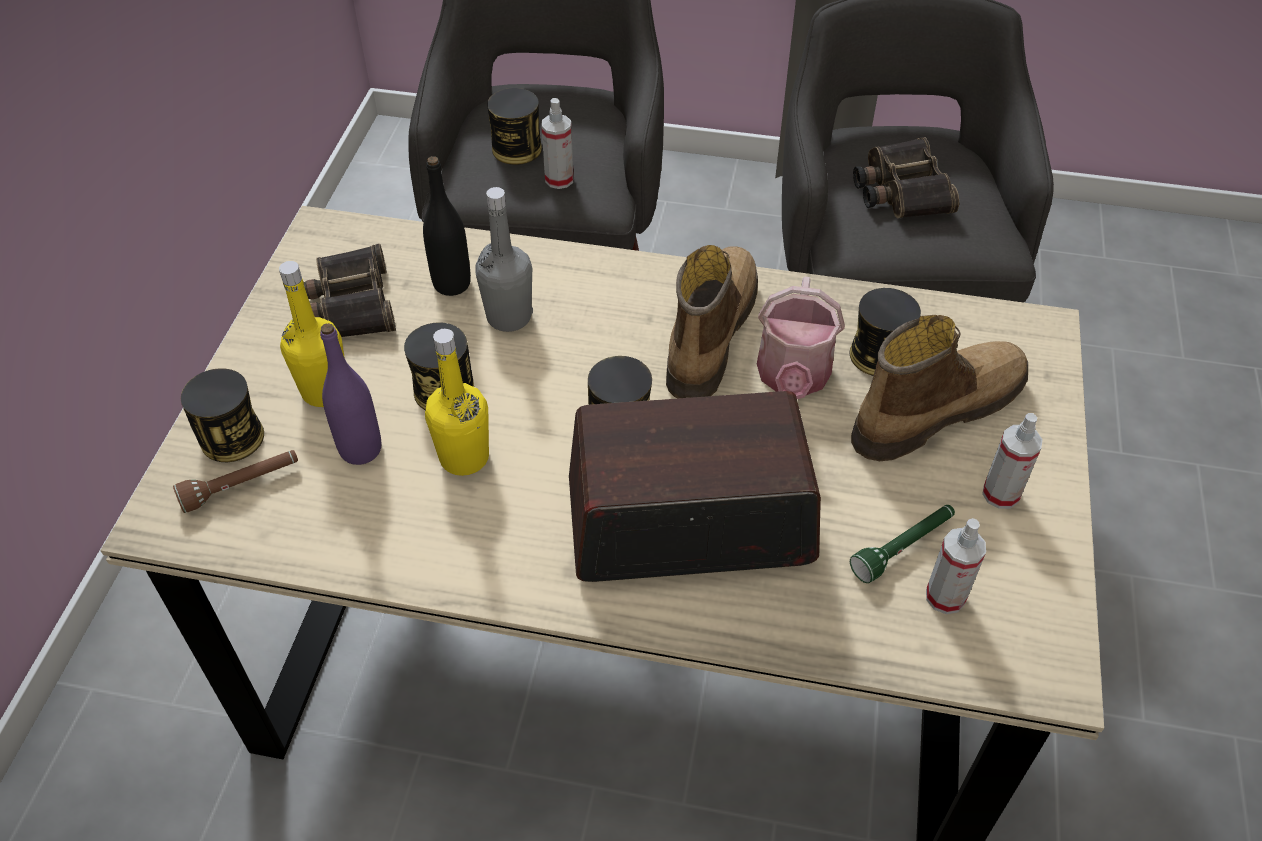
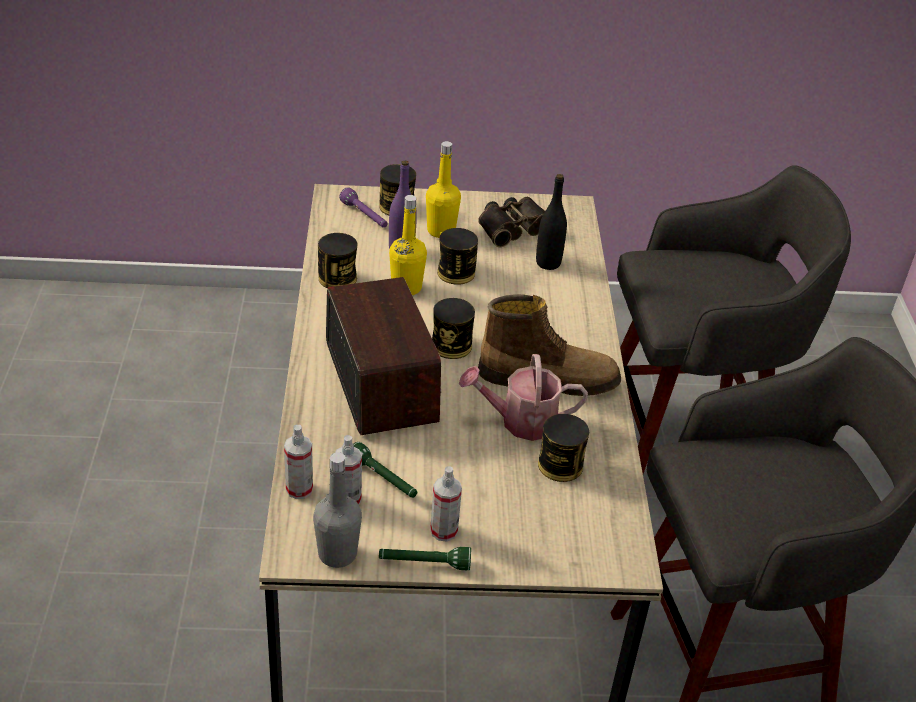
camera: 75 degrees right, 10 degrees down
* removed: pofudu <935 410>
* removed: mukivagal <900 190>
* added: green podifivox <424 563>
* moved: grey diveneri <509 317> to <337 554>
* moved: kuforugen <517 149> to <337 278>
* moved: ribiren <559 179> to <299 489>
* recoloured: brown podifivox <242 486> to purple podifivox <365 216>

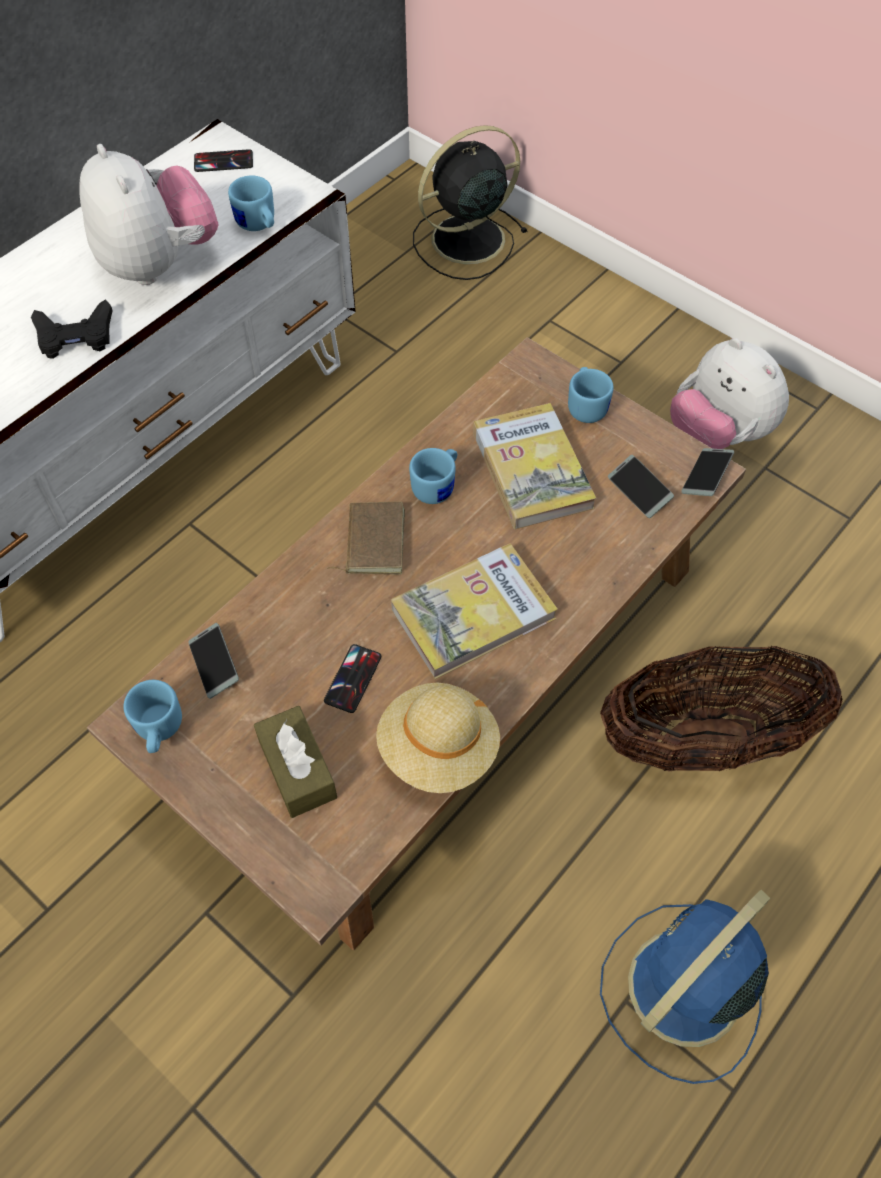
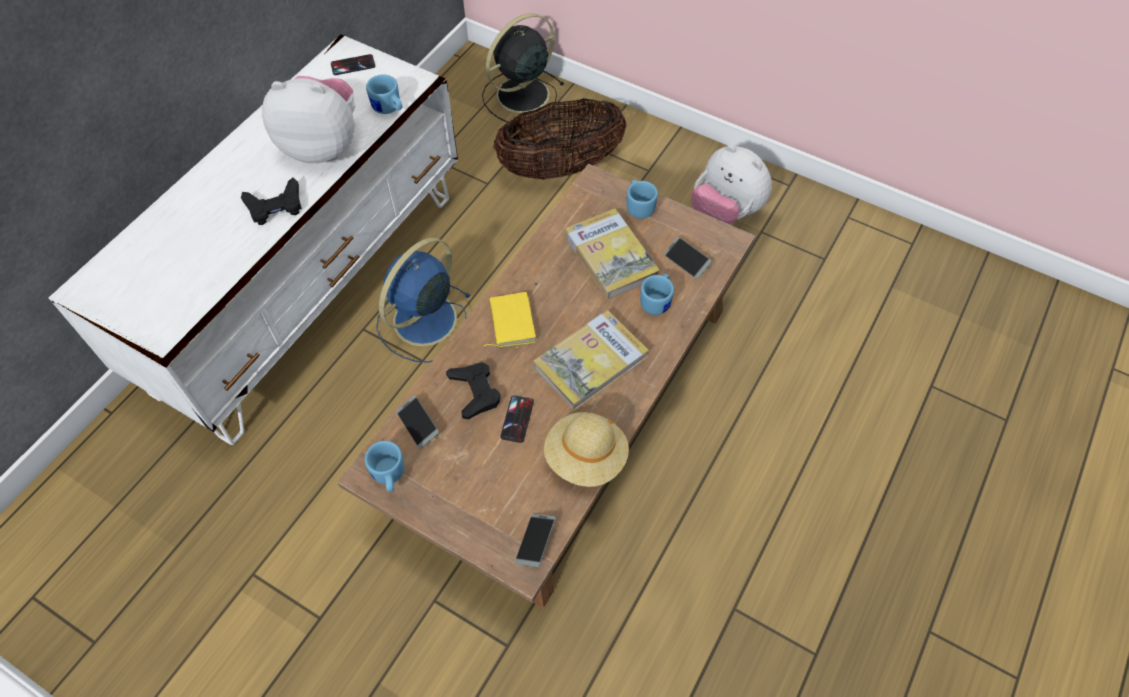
camera: 10 degrees left, 0 degrees up
* removed: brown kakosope <297 769>
* added: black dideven <475 392>
* moved: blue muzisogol <437 486> to <657 301>
* moved: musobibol <705 740> to <560 167>
* moved: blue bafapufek <681 991> to <423 321>
* moved: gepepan <706 476> to <535 542>
* recoloured: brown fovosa <372 541> to yellow fovosa <510 322>
* turned: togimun <158 263> = <323 146> 45 degrees counterclockwise

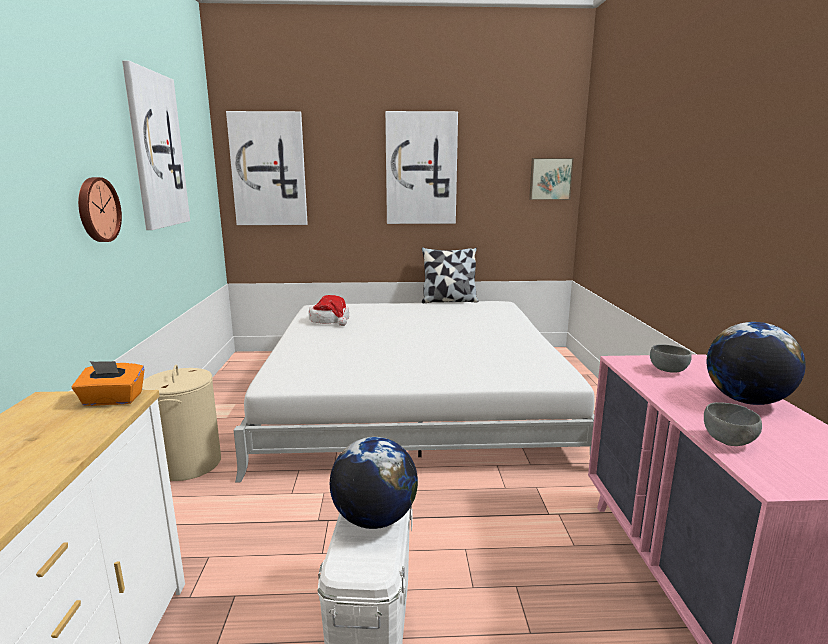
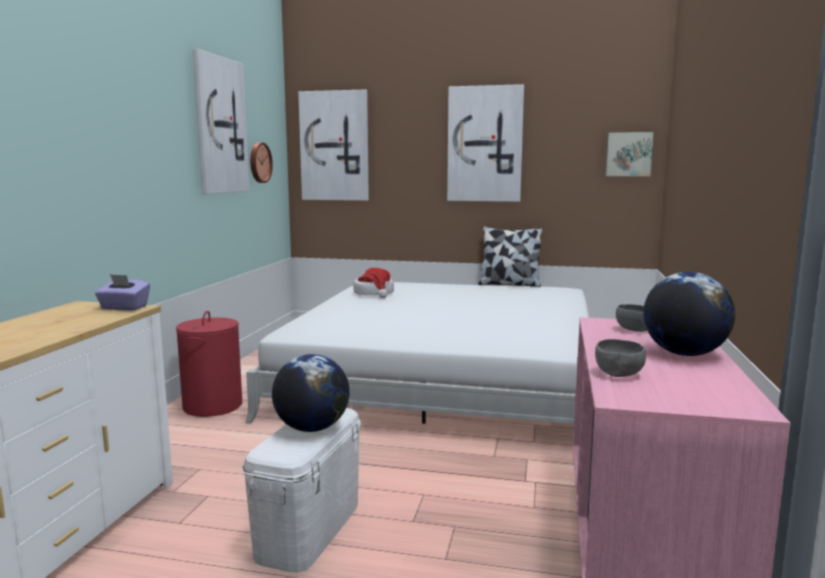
camera: 15 degrees right, 5 degrees down
* moved: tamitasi <97 210> to <259 162>
* recoloured: orange kakosope <112 400> to purple kakosope <124 308>
* recoloured: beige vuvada <188 463> to red vuvada <212 405>

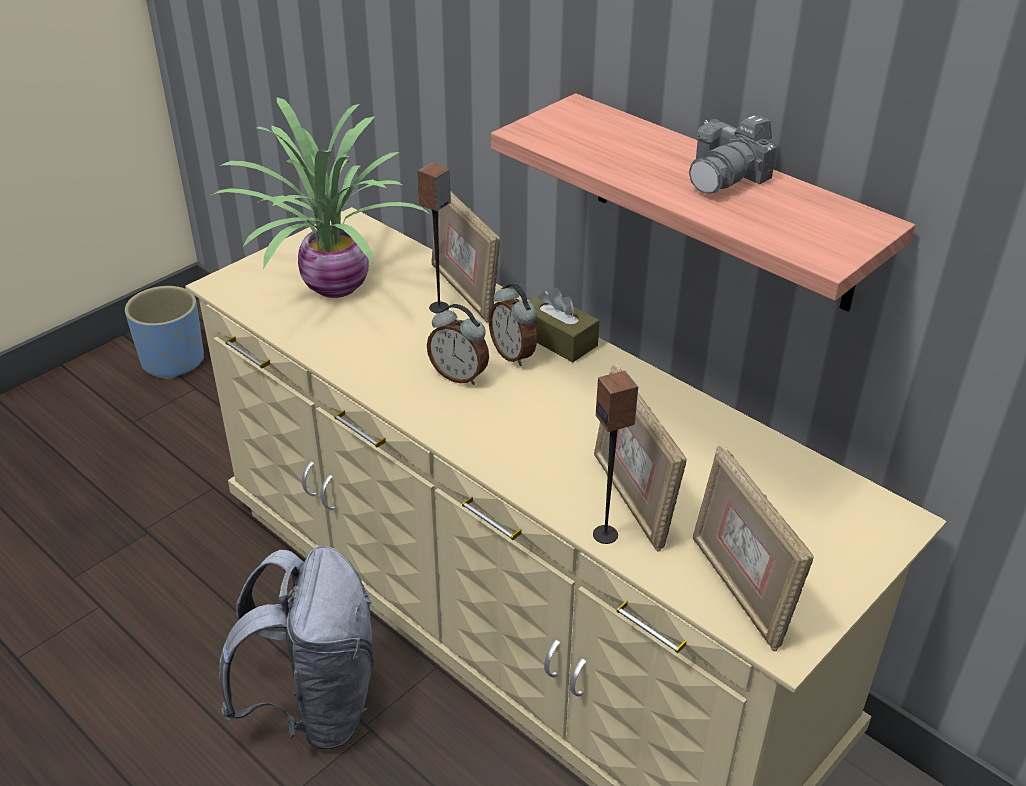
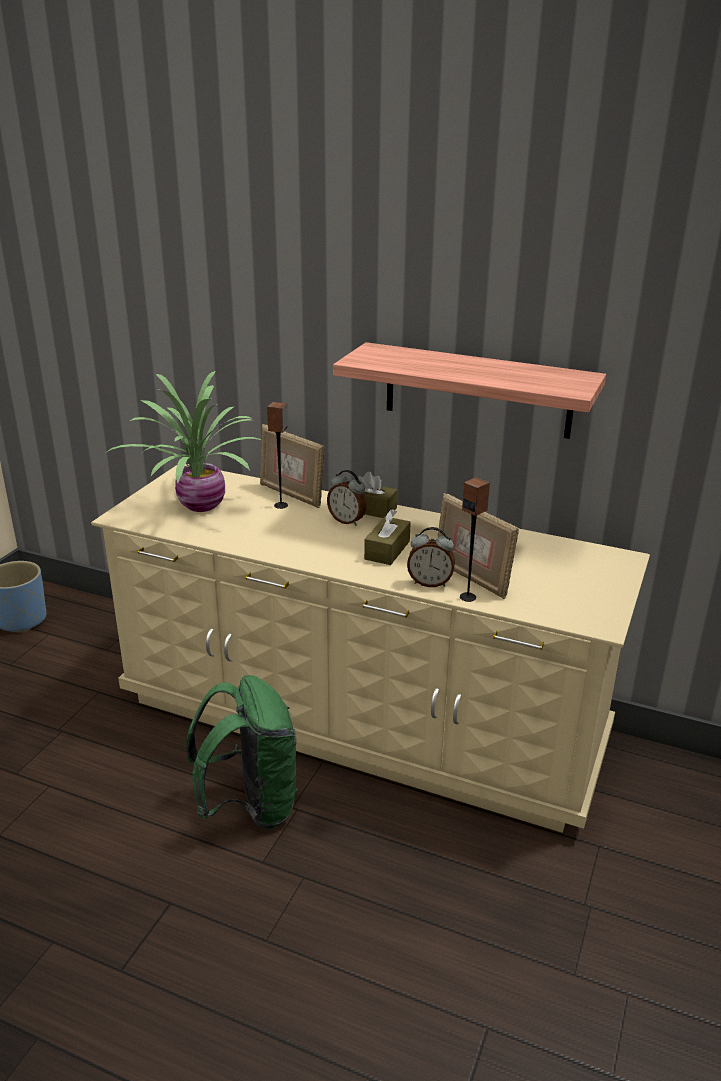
camera: 20 degrees left, 10 degrees down
* removed: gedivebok <727 176>
* removed: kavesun <739 590>
* added: brown kakosope <387 550>
* moved: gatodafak <459 375> to <430 583>
* recoloured: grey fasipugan <315 706> to green fasipugan <250 805>

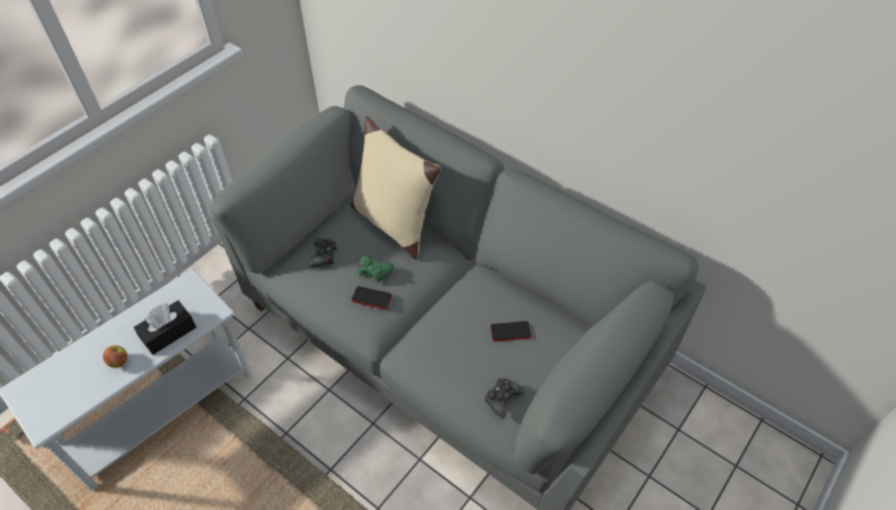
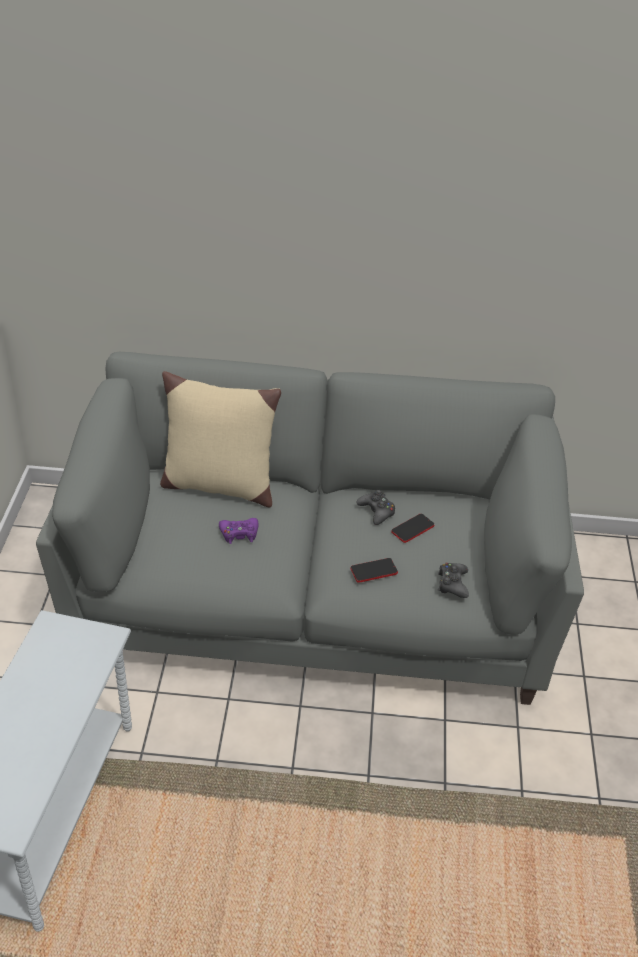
camera: 35 degrees left, 10 degrees down
* removed: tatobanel <118 362>
* removed: black kakosope <168 333>
* moved: black dideven <324 255> to <376 511>
* moved: gepepan <371 298> to <374 571>
* recoloured: green dideven <374 271> to purple dideven <239 534>

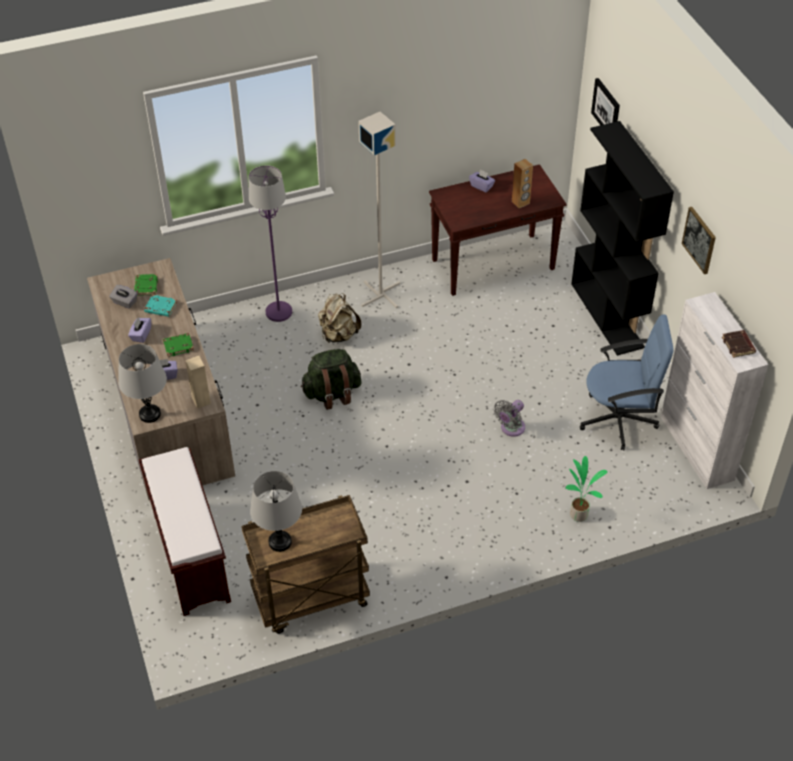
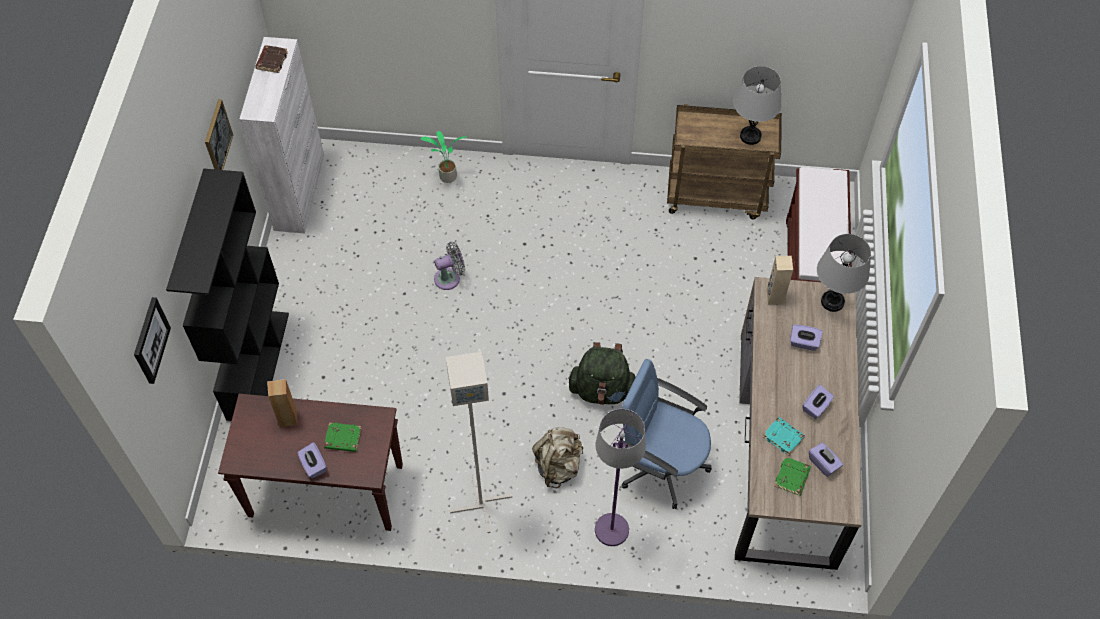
camera: 155 degrees left, 10 degrees up
* moved: green fovosa <178 346> to <342 439>
* moved: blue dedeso <619 419> to <661 465>
* recoloured: grey kakosope <124 302> to purple kakosope <823 463>

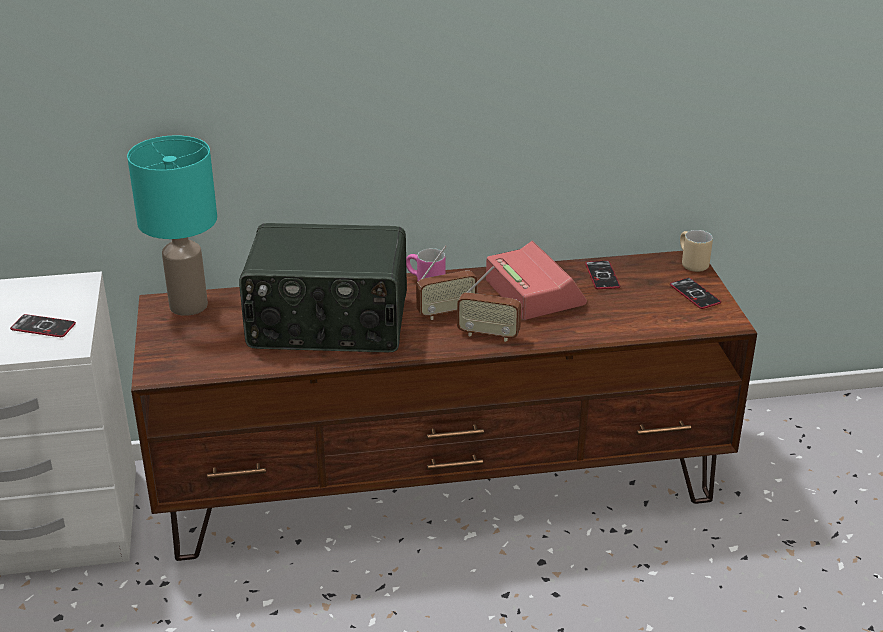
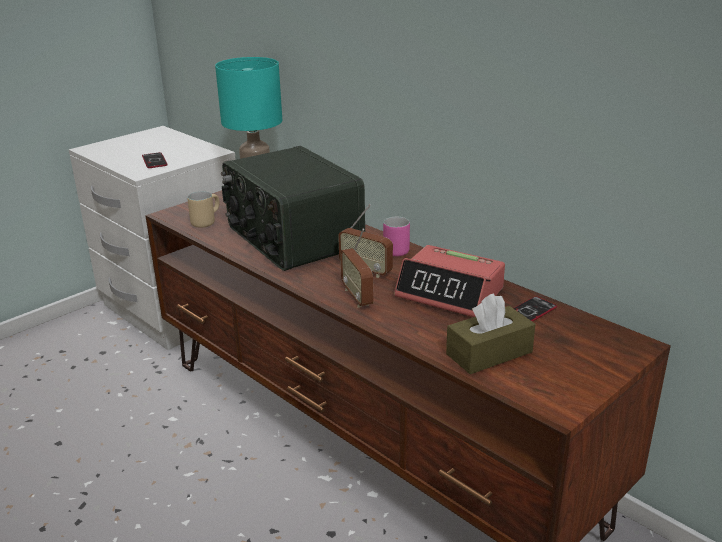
camera: 55 degrees right, 5 degrees down
* removed: gepepan <694 294>
* added: brown kakosope <489 353>
* moved: beige muzisogol <689 263> to <205 221>
* turned: gatodafak <534 292> = <450 293> 90 degrees clockwise

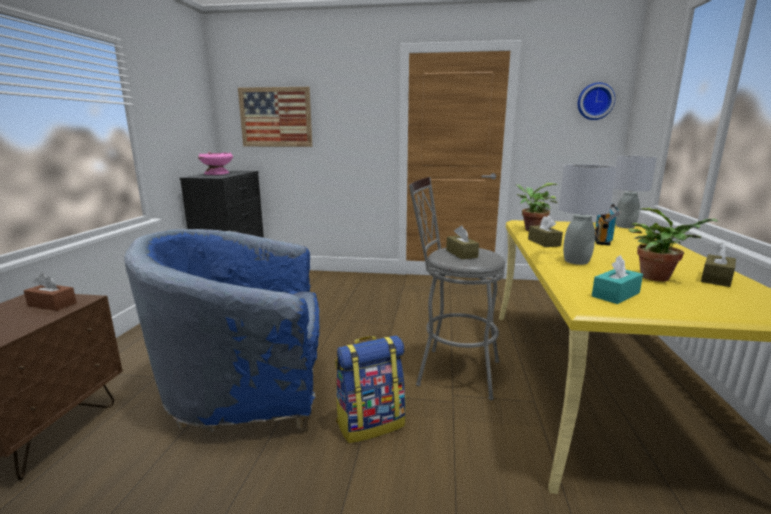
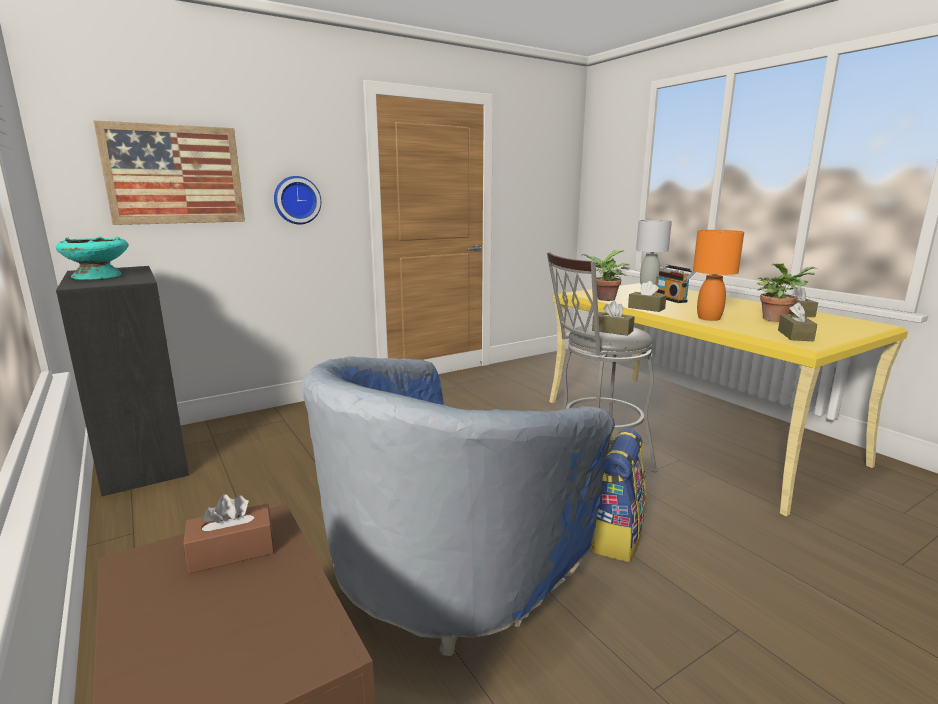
camera: 40 degrees left, 0 degrees up
* moved: tamitasi <595 101> to <296 200>
* recoloured: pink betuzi <217 173> to turquoise betuzi <99 276>
* recoloured: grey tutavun <577 261> to orange tutavun <709 318>
* recoloured: turquoise kakosope <615 294> to brown kakosope <795 335>

